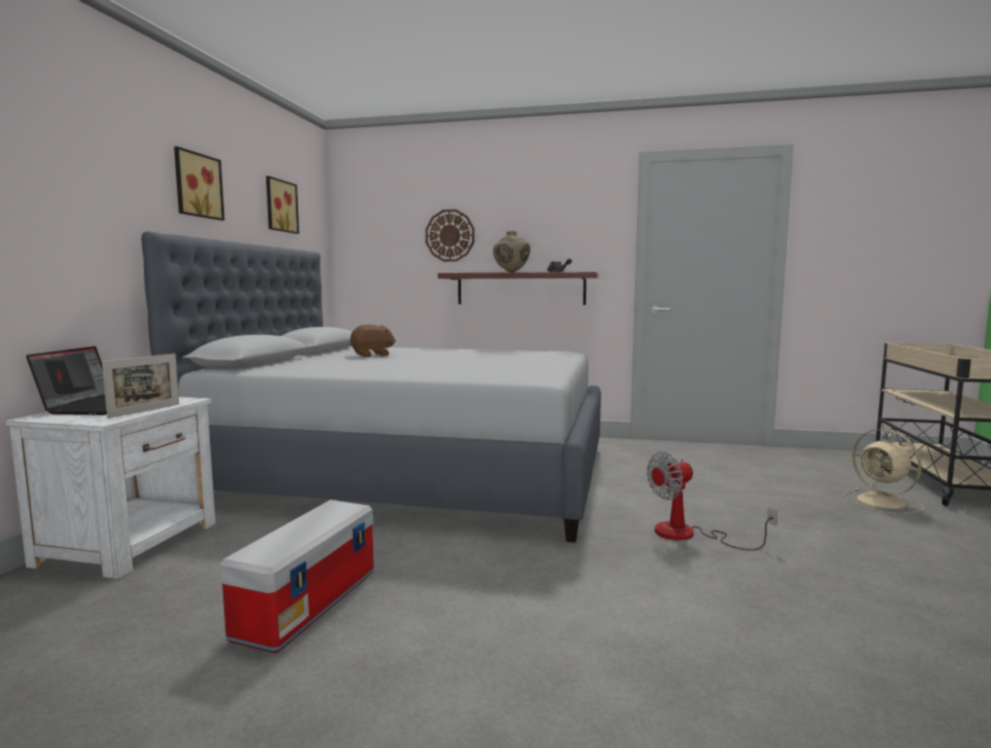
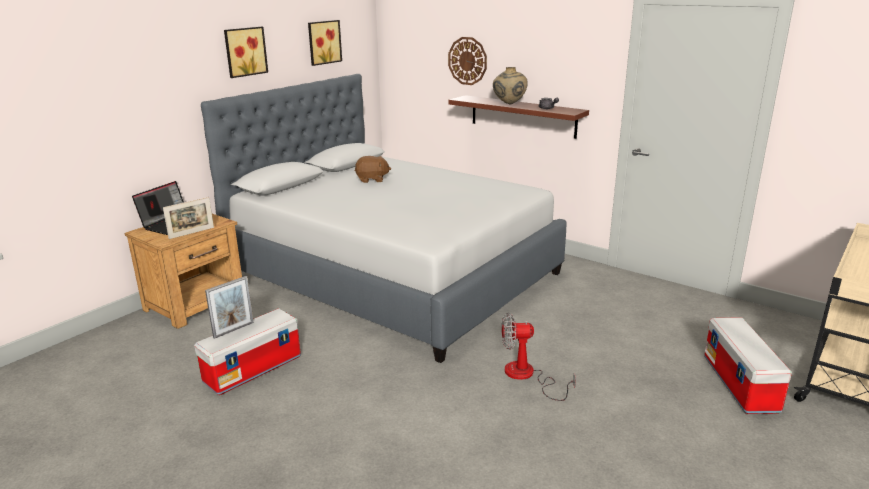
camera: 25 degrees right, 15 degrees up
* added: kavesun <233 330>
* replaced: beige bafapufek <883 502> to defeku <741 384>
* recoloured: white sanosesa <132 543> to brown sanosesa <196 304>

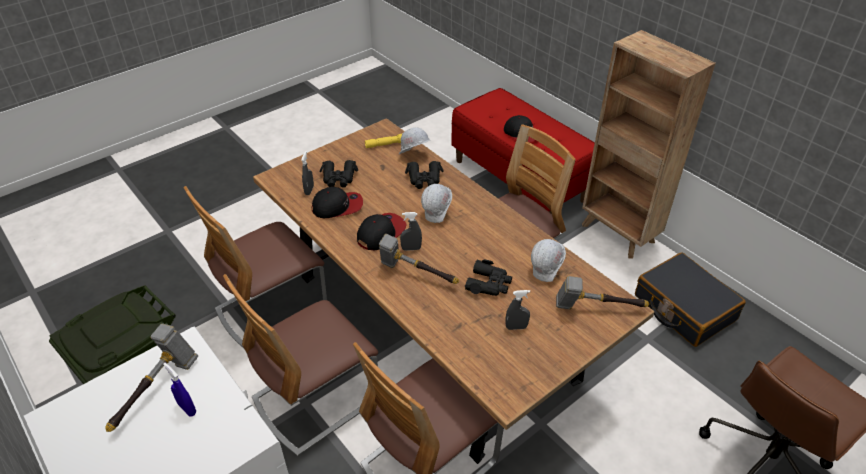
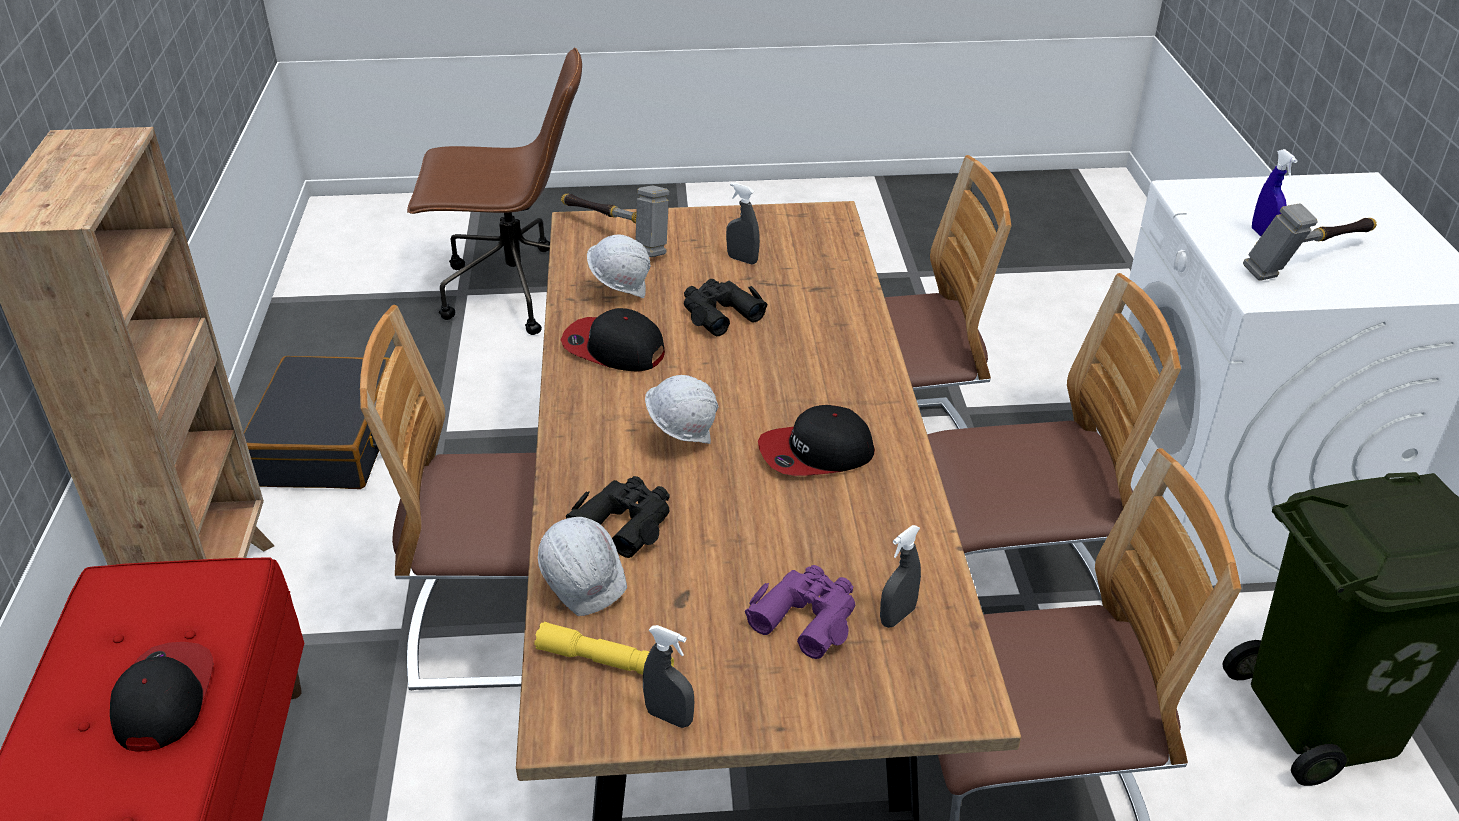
camera: 145 degrees left, 5 degrees down
* removed: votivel <416 275>
* moved: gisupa <337 206> to <613 348>
* moved: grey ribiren <411 248> to <669 717>
* recoloured: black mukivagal <339 178> to purple mukivagal <806 616>

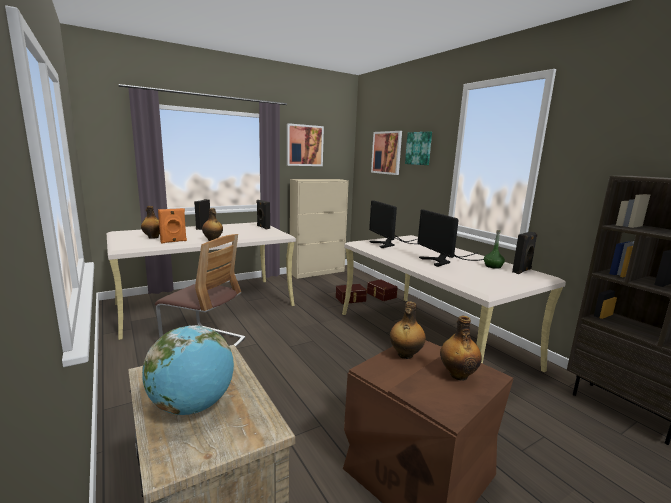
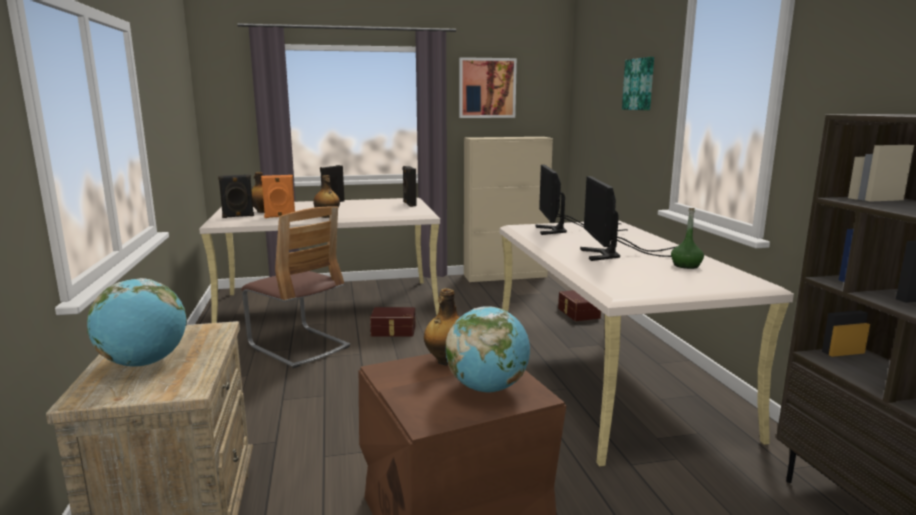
camera: 20 degrees right, 0 degrees up
* removed: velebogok <386 152>
* moved: brown defeku <351 299> to <393 331>
* moved: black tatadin <522 271> to <238 216>
* replaced: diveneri <458 374> to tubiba <487 388>

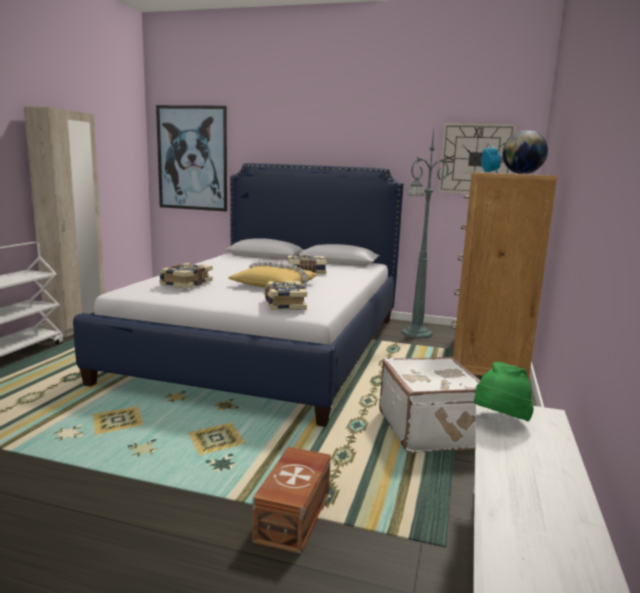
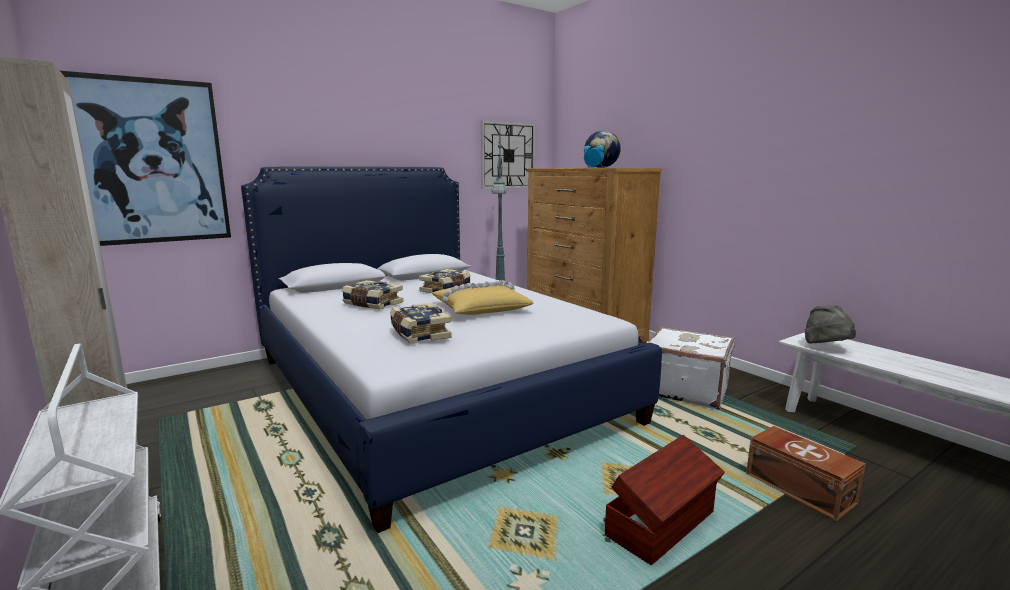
camera: 50 degrees left, 0 degrees up
* added: brown defeku <663 524>
* moved: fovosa <284 304> to <372 304>
* recoloured: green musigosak <499 421> to grey musigosak <827 348>

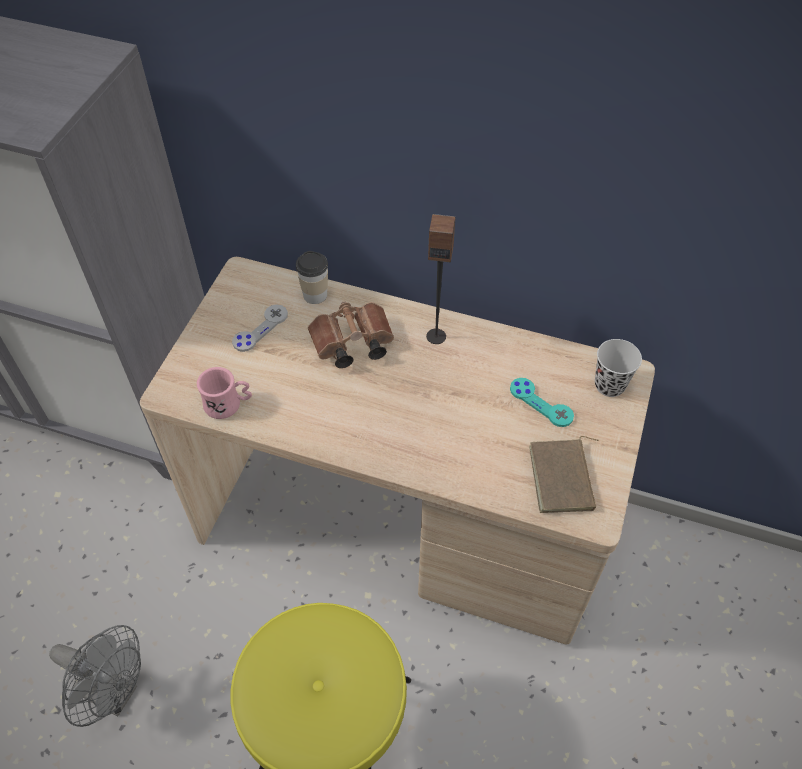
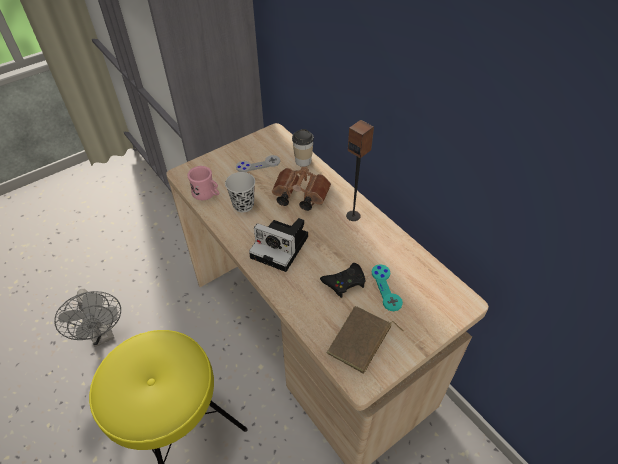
camera: 35 degrees right, 5 degrees down
* added: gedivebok <282 247>
* added: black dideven <344 282>
* moved: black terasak <609 385> to <243 205>

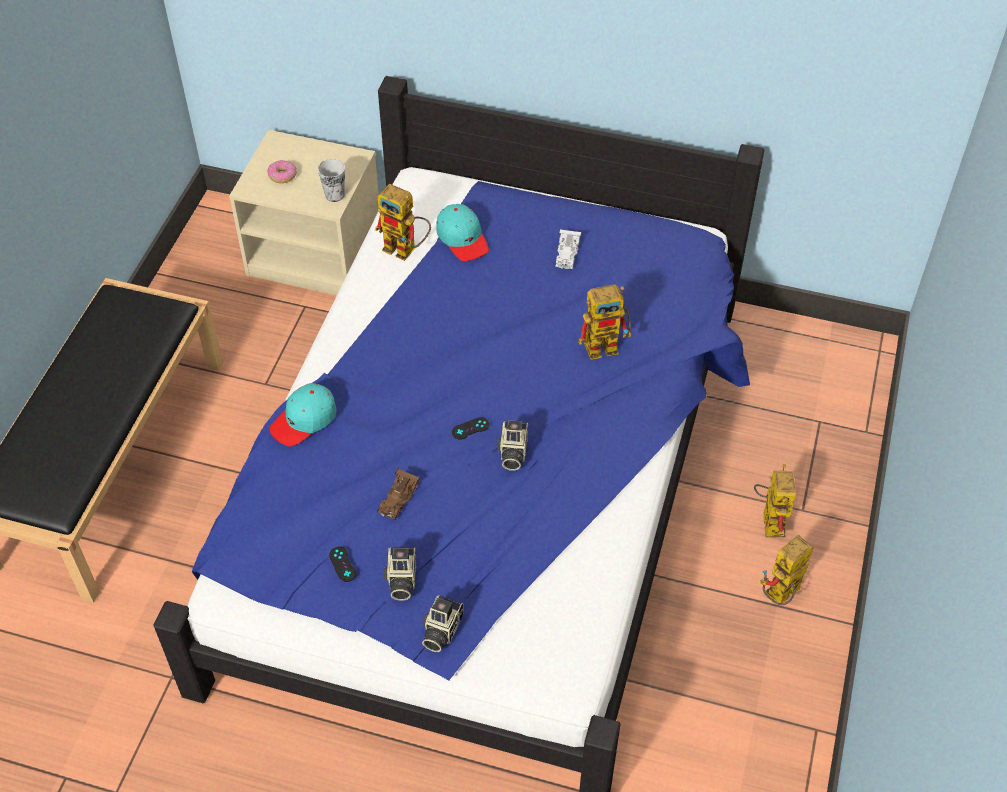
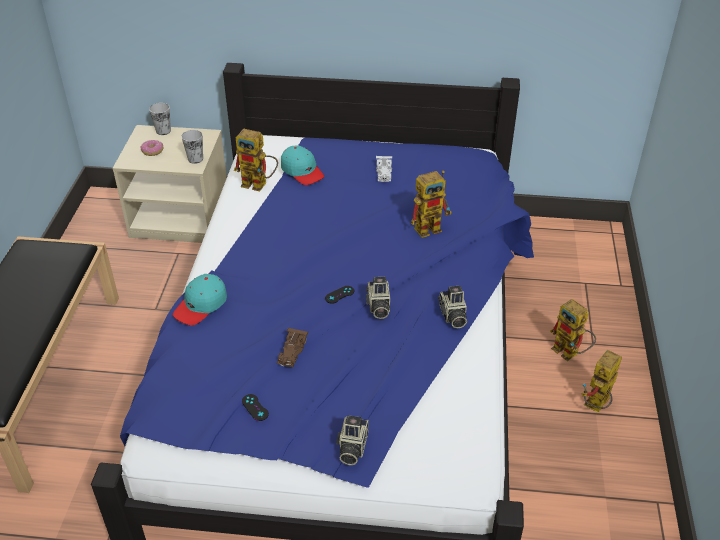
camera: 10 degrees left, 10 degrees down
* added: terasak <163 131>
* moved: gedivebok <401 579> to <452 316>
* turned: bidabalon <769 519> = <570 353> 150 degrees clockwise

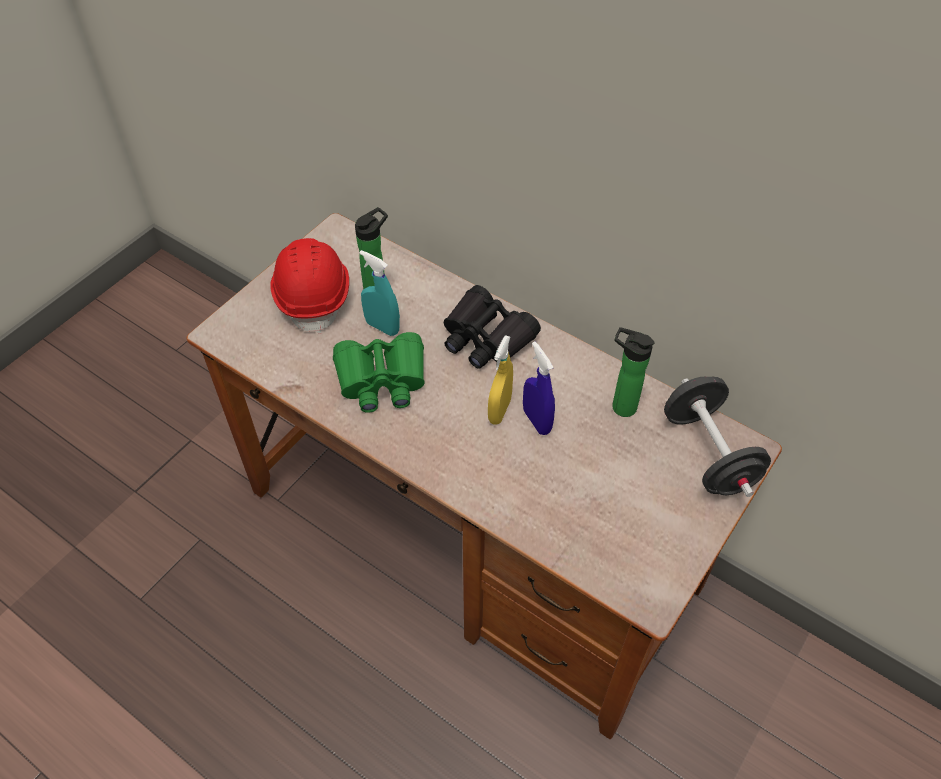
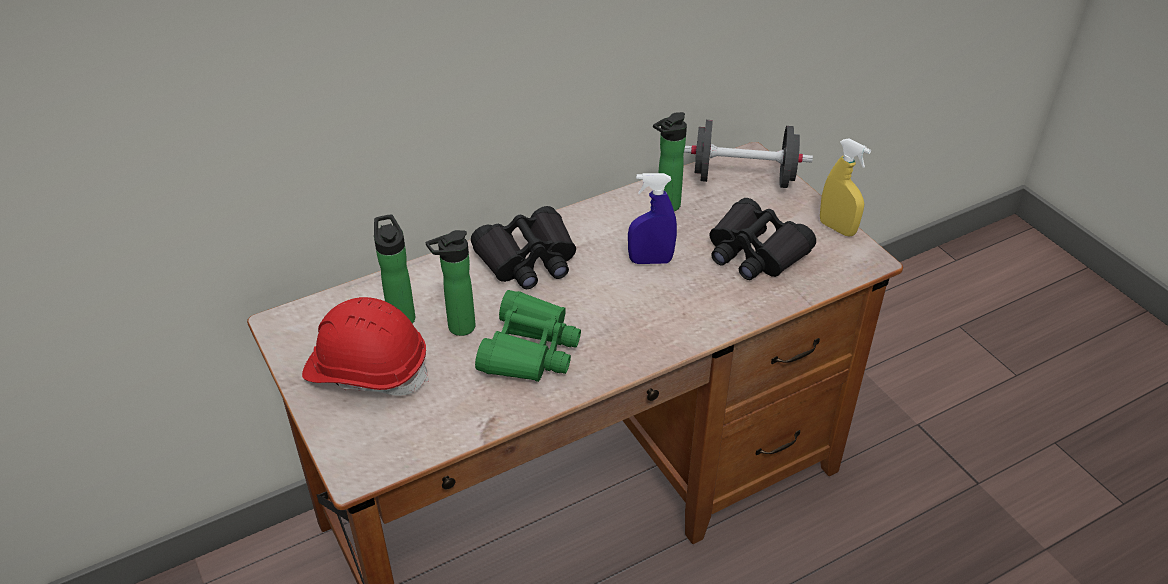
camera: 65 degrees left, 10 degrees down
* added: black mukivagal <755 252>
* moved: yellow ribiren <499 410> to <837 228>
* replaced: turquoise ribiren <382 327> to diveneri <457 328>

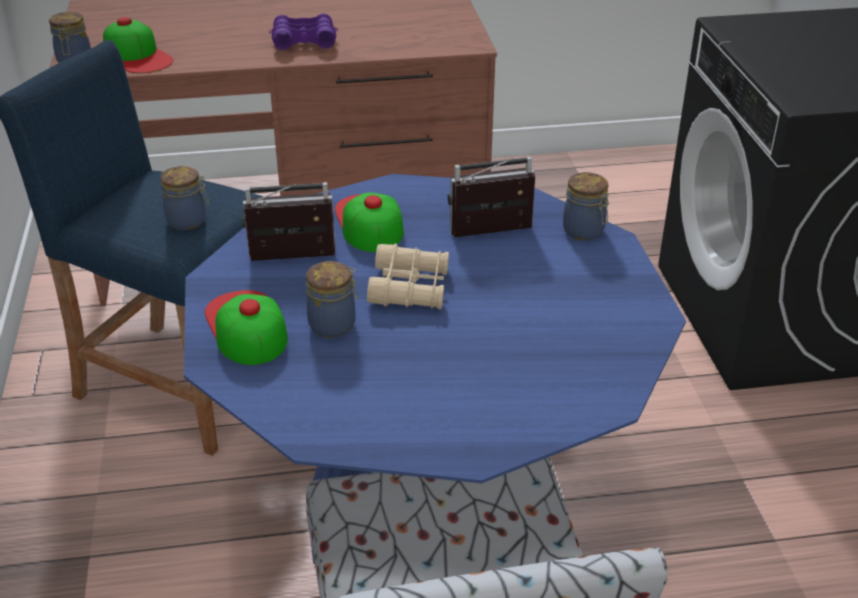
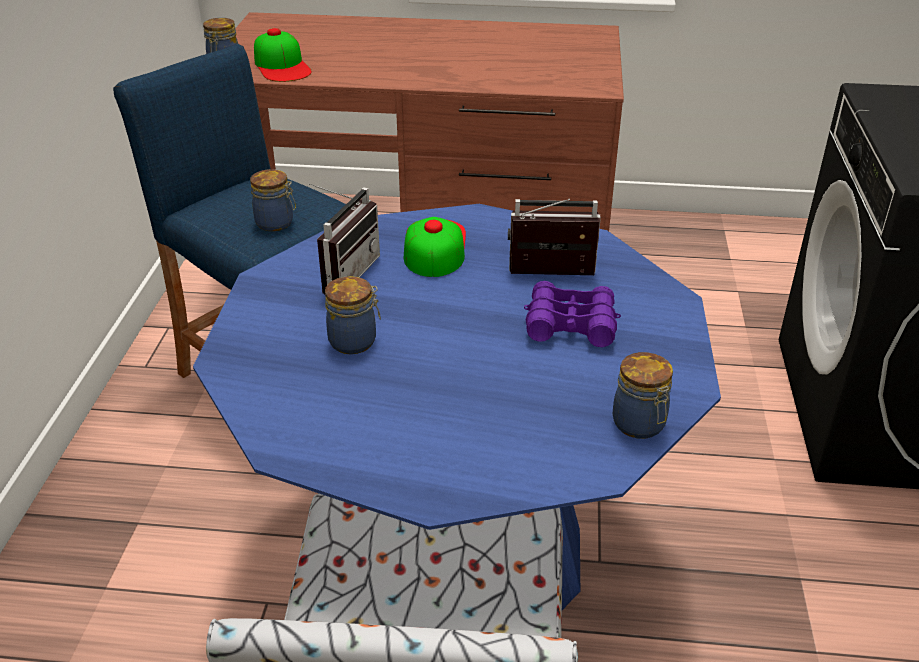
camera: 15 degrees right, 0 degrees up
* removed: gisupa <246 326>
* removed: beige mukivagal <410 287>
* moved: purple mukivagal <304 41> to <570 324>
* moved: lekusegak <585 231> to <640 425>
* turned: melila <291 261> = <343 273> 105 degrees clockwise

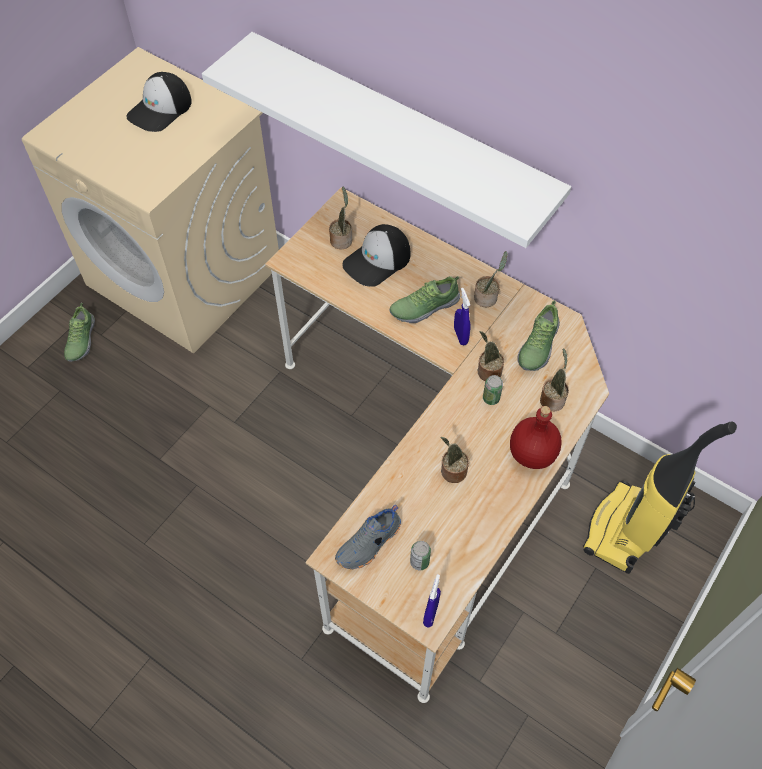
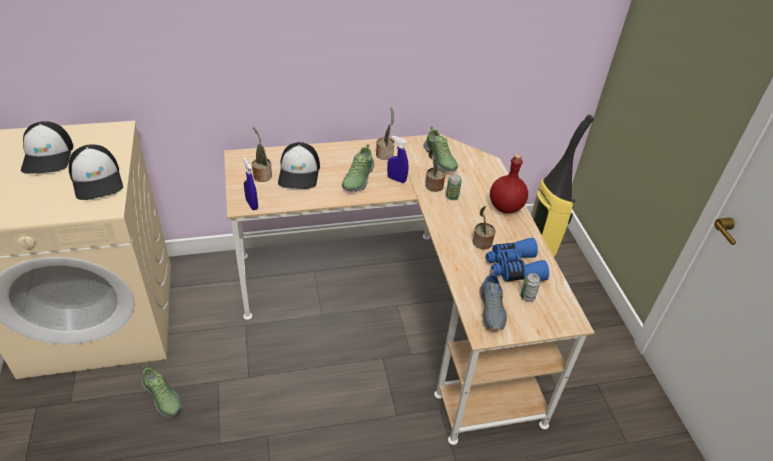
camera: 50 degrees left, 15 degrees down
* removed: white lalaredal <401 129>
* removed: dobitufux <552 399>
* added: gisupa <97 179>
* added: blue mukivagal <513 267>
* moved: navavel <80 340> to <162 398>
* moved: blue ribiren <430 613> to <252 204>

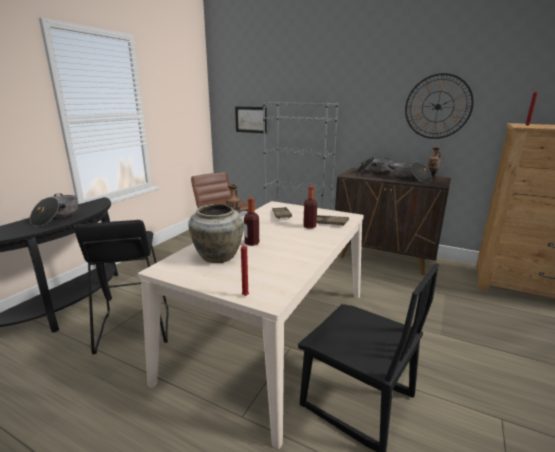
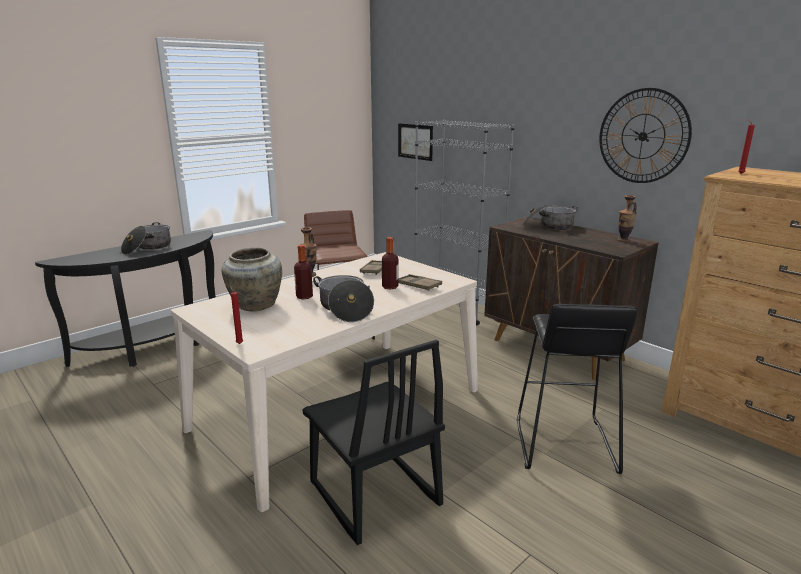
camera: 20 degrees right, 0 degrees up
* moved: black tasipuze <133 328> to <563 444>
* moved: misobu <409 179> to <345 308>

